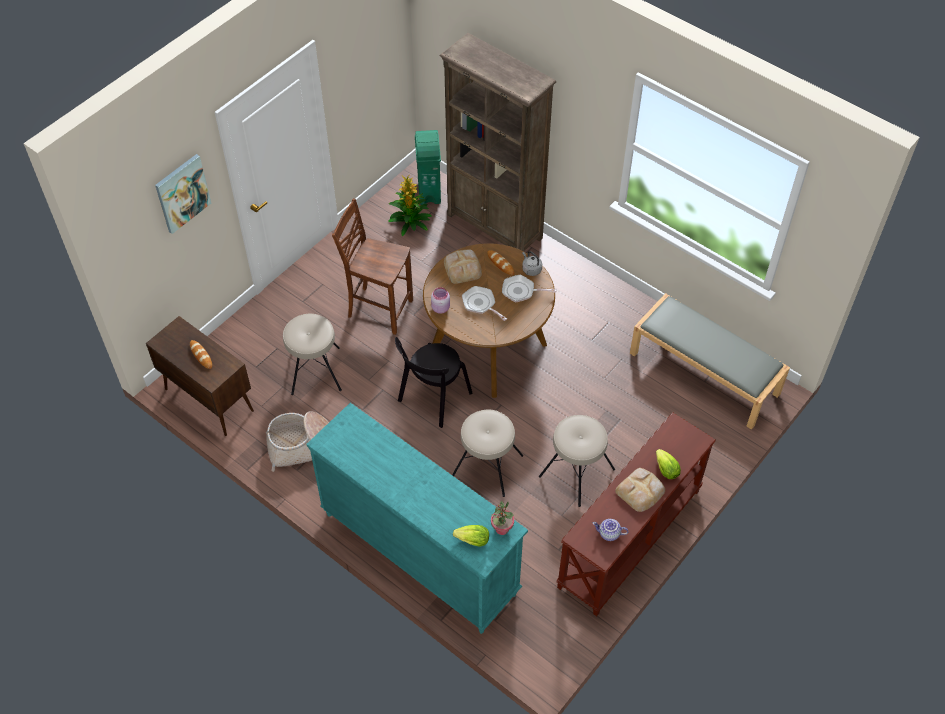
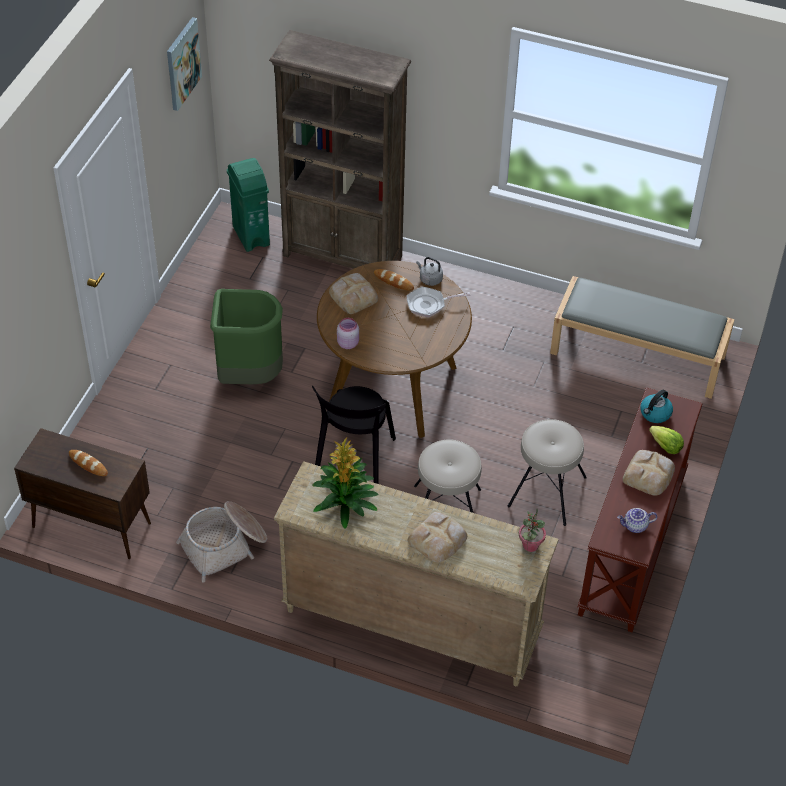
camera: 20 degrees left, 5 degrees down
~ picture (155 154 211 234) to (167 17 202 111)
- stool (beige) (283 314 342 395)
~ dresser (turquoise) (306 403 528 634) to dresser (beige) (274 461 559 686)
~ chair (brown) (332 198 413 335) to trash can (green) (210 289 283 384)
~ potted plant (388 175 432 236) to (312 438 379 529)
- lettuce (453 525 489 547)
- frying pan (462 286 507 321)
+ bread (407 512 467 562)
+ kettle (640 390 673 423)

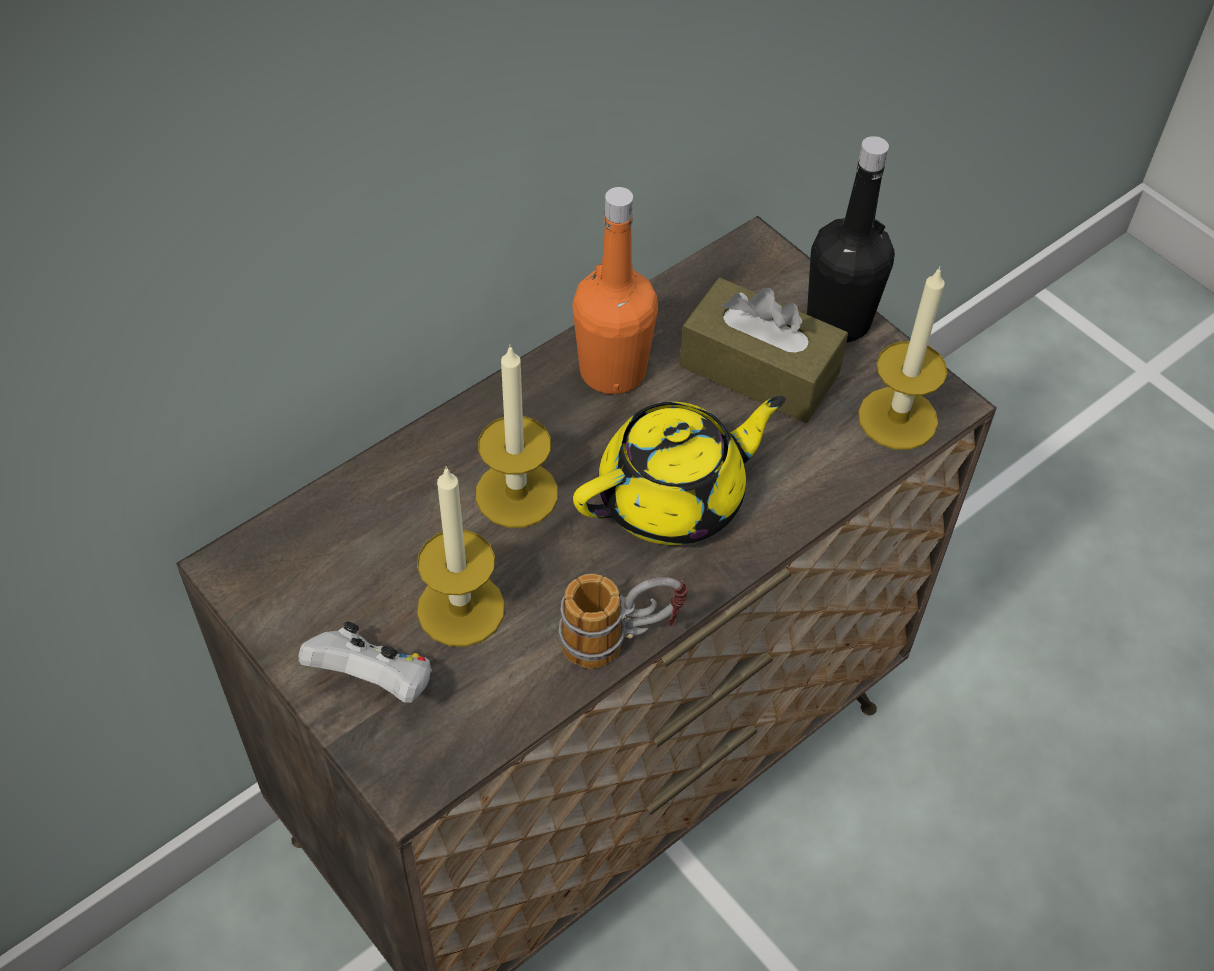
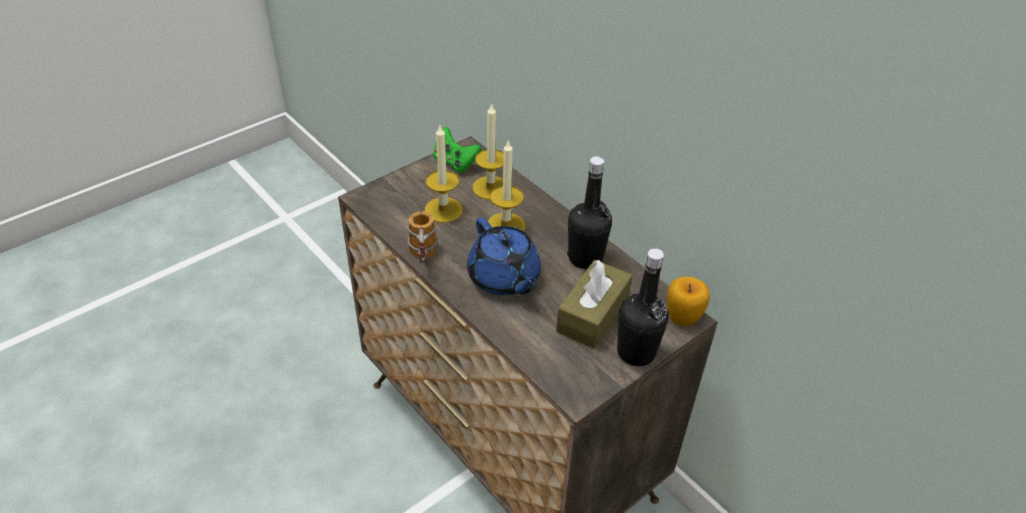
camera: 90 degrees right, 10 degrees down
- game controller (white) (298 622 432 703)
~ bottle (orange) (573 187 658 394) to bottle (black) (567 156 612 269)
~ teapot (yellow) (573 396 786 545) to teapot (blue) (467 218 541 295)
~ candle (858 266 947 450) to (473 103 504 200)
+ game controller (green) (433 127 481 173)
+ apple (667 276 710 326)

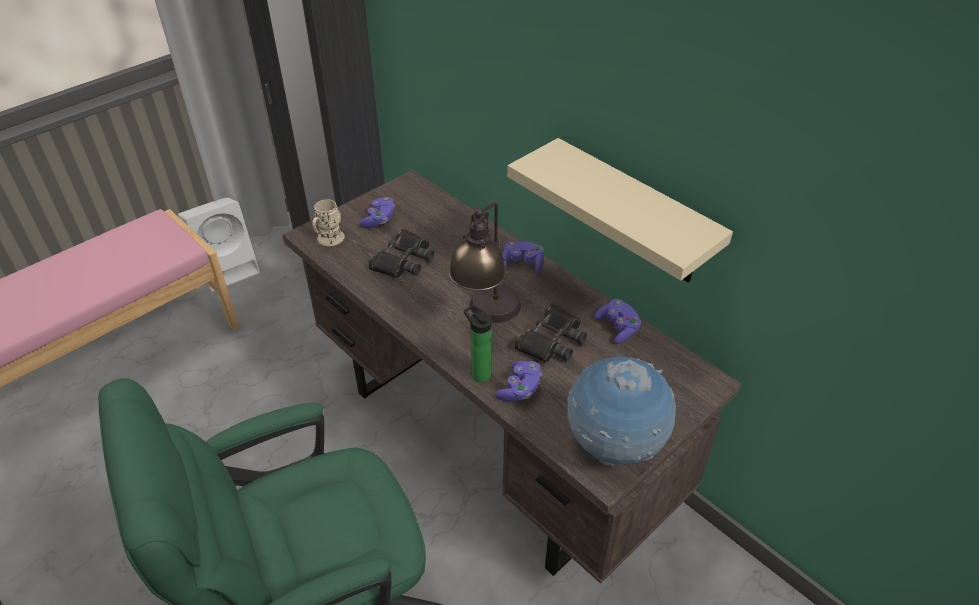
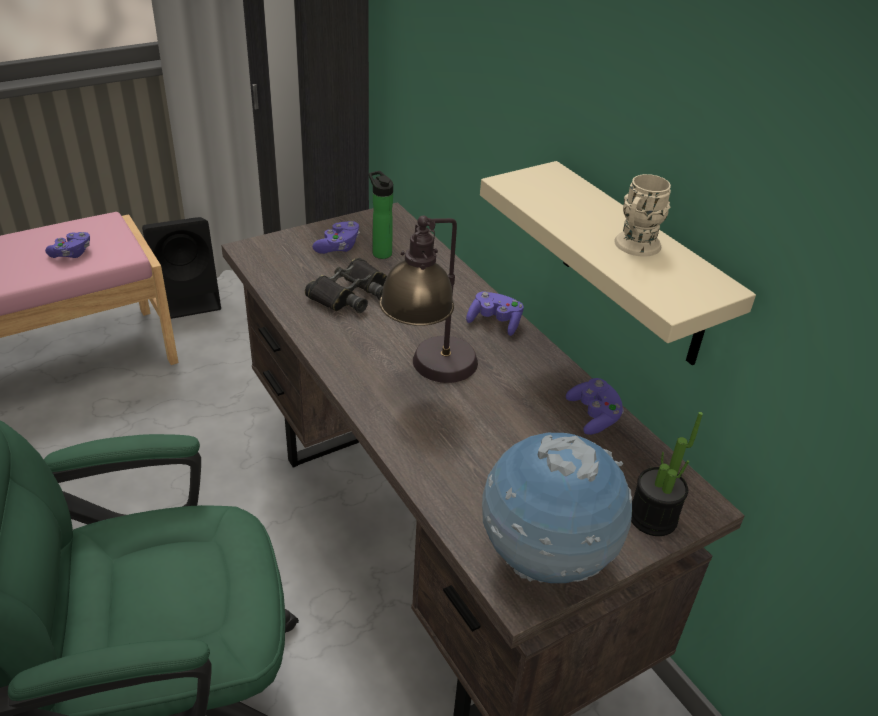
camera: 10 degrees right, 5 degrees down
~ speaker (white) (178 197 260 292) to speaker (black) (142 217 221 319)
~ mug (beige) (312 199 345 246) to (614 174 671 257)
~ bottle (464 304 491 382) to (369 171 393 259)
~ game controller (purple) (495 361 542 401) to (45 232 90 258)
- binoculars (black) (514 303 587 362)
+ potted plant (631 412 703 536)

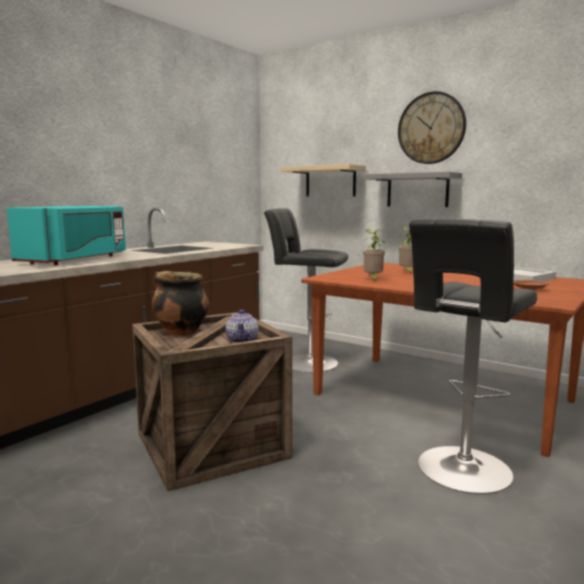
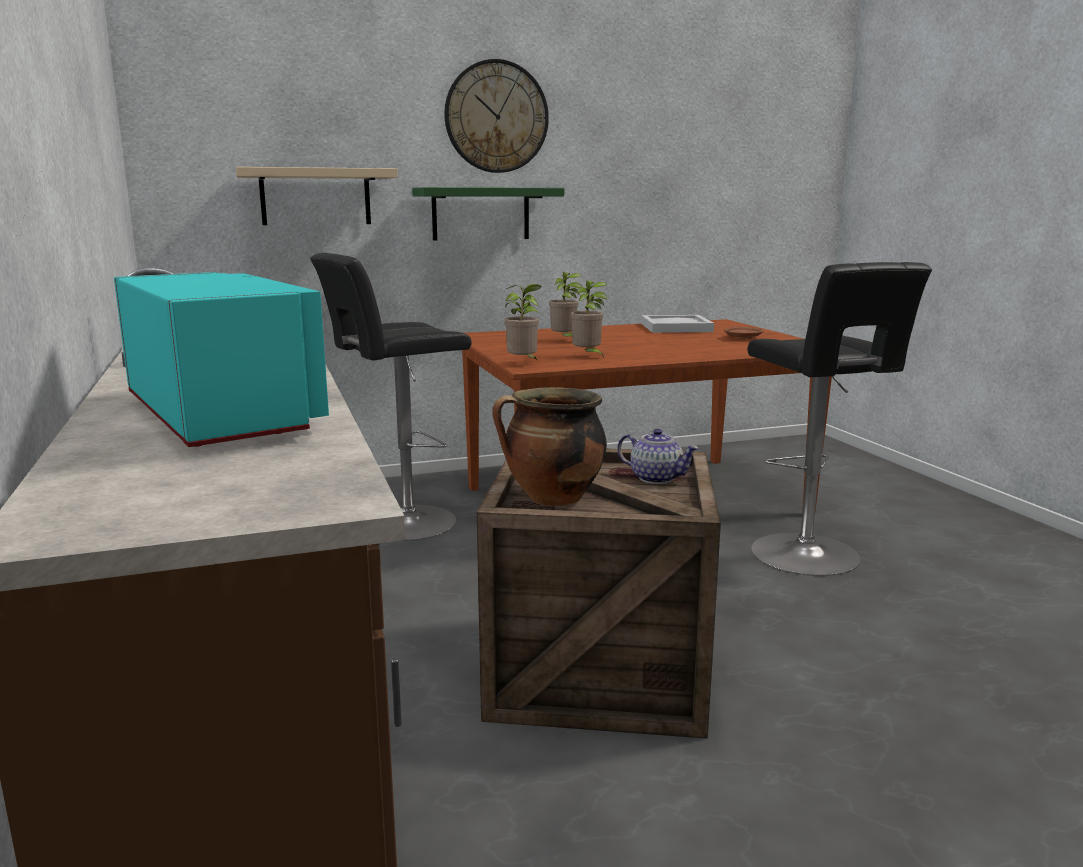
camera: 55 degrees left, 5 degrees up
~ shelf (grey) (362 172 462 207) to shelf (green) (412 187 564 241)
+ potted plant (505 284 542 361)

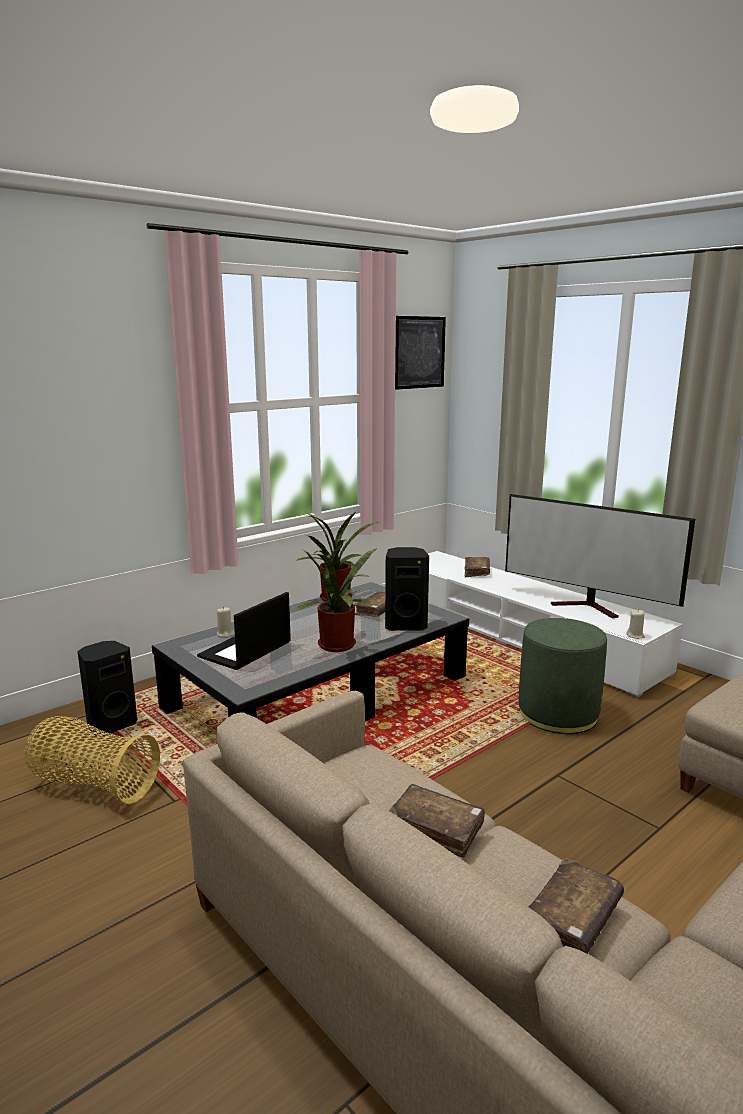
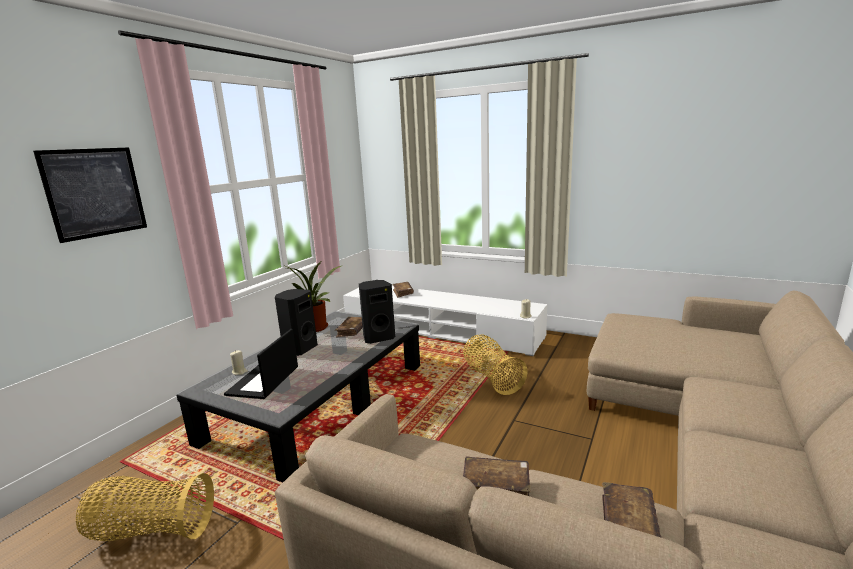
camera: 20 degrees left, 0 degrees up
~ speaker (black) (77 641 137 737) to (275 289 318 356)
- potted plant (295 542 377 652)
~ picture (395 316 446 390) to (33 148 147 243)
- television (505 494 695 619)
~ ottoman (green) (518 618 607 734) to basket (464 335 528 395)

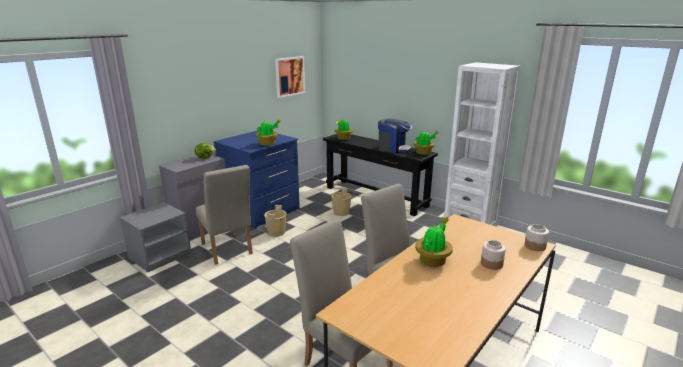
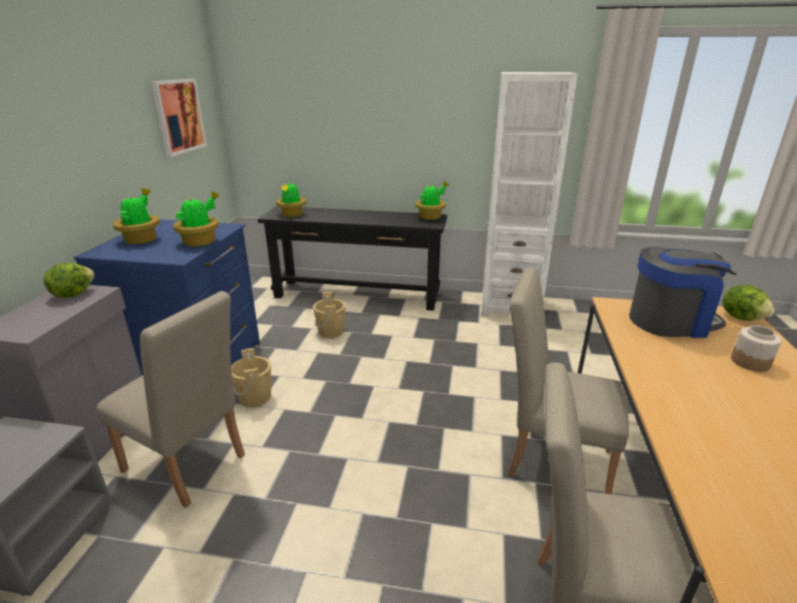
camera: 30 degrees left, 5 degrees up
~ coffee machine (378 119 412 153) to (629 247 737 338)
~ potted plant (415 217 453 267) to (113 188 160 244)
~ jar (525 224 549 251) to lettuce (722 285 775 321)

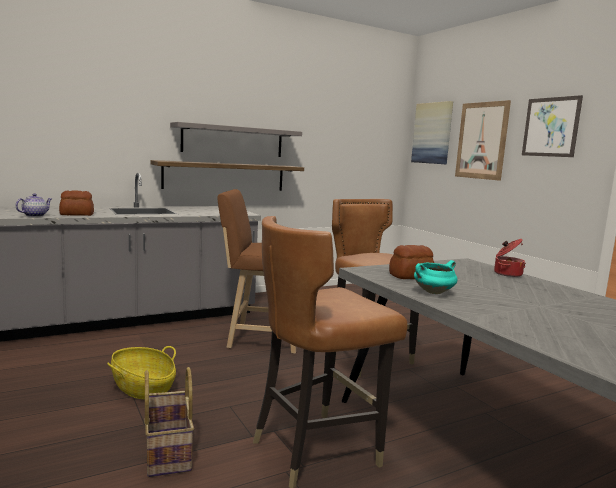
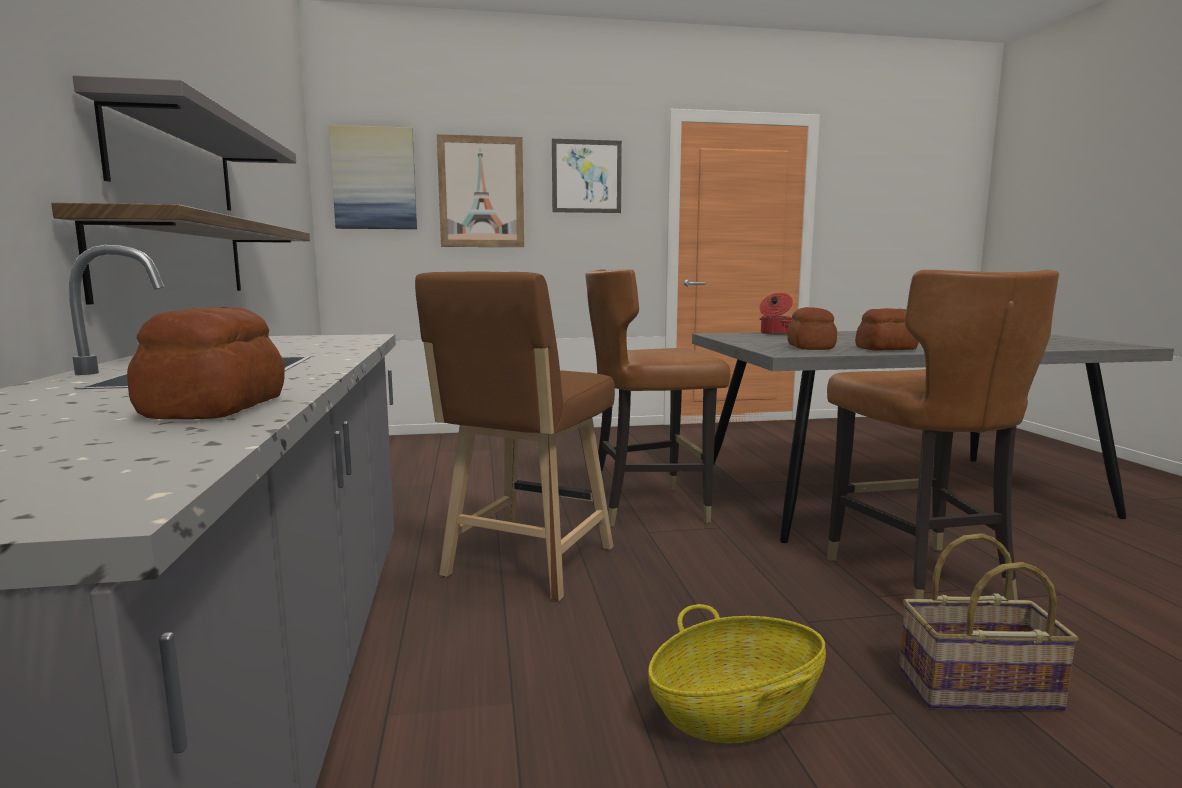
camera: 70 degrees left, 0 degrees up
- teapot (15 193 52 217)
~ cooking pot (turquoise) (414 260 458 294) to bread (855 308 919 350)

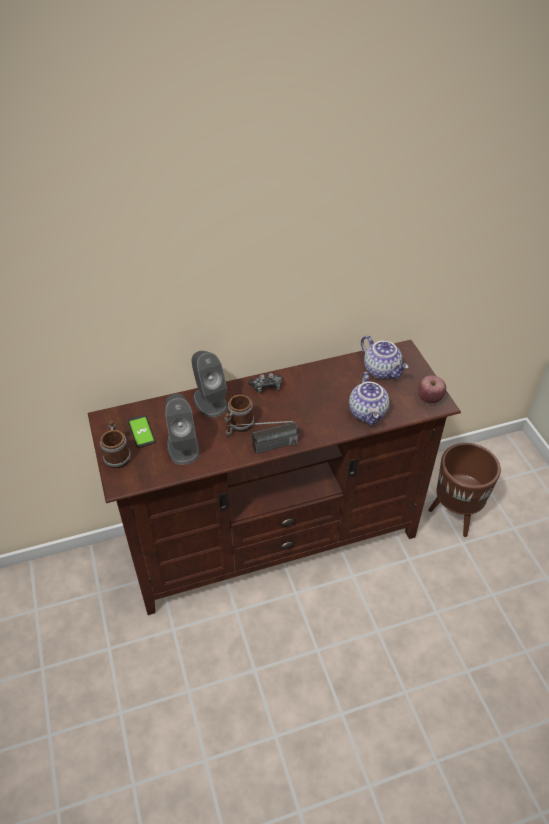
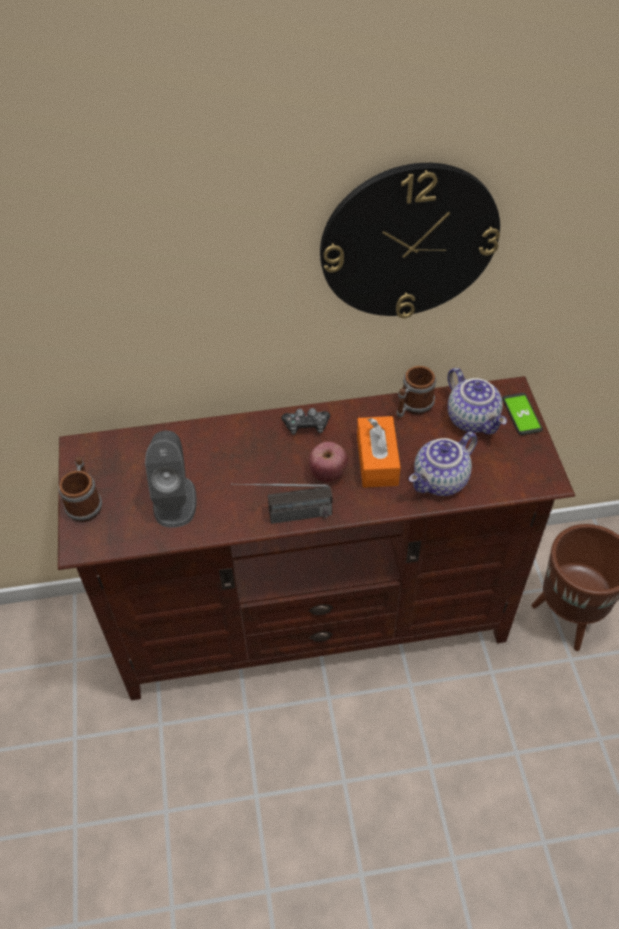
camera: 10 degrees right, 5 degrees up
~ phone (128 415 156 448) to (502 393 543 435)
- speaker (grey) (192 351 228 417)
~ mug (225 395 254 438) to (396 366 436 420)
~ teapot (349 372 389 425) = (409 432 477 496) 45 degrees clockwise
~ apple (418 375 446 403) to (309 441 348 482)
+ wall clock (320 163 500 318)
+ tissue box (orange) (357 416 401 488)

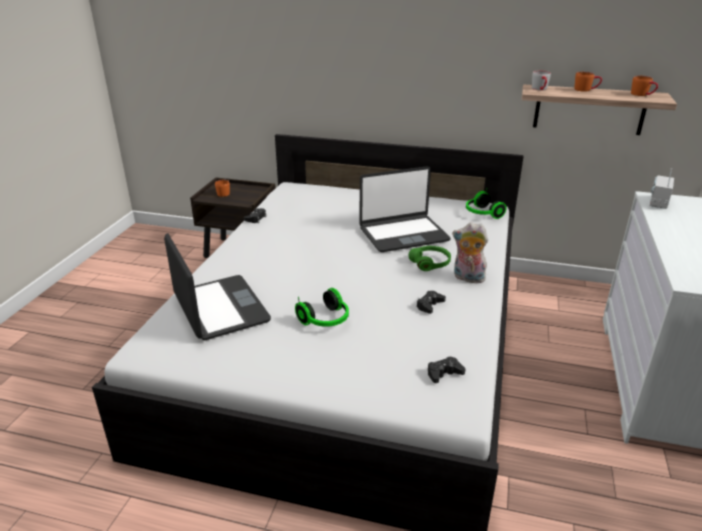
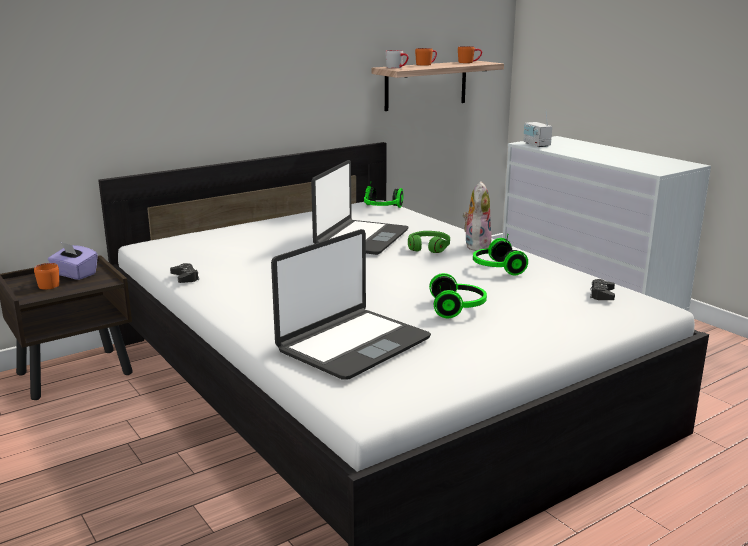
camera: 50 degrees left, 10 degrees down
~ laptop (164 233 271 340) = (271 229 431 380) 120 degrees clockwise
~ game controller (black) (416 291 446 314) to headphones (473 234 528 275)
~ plush toy (453 222 489 283) = (463 181 492 251) 135 degrees clockwise
+ tissue box (purple) (48 242 98 280)

